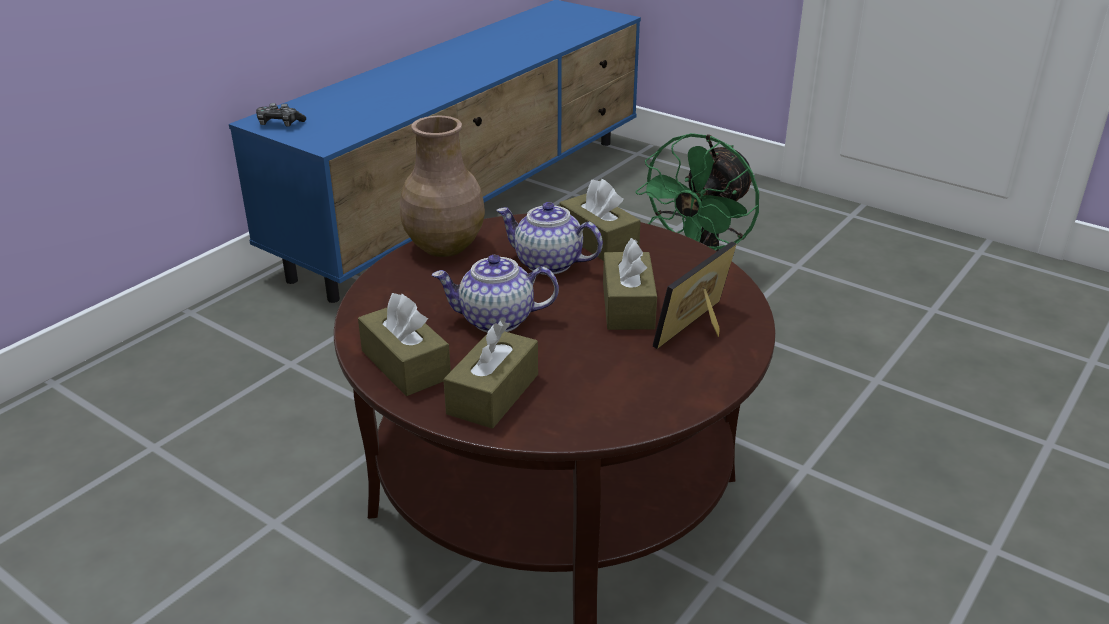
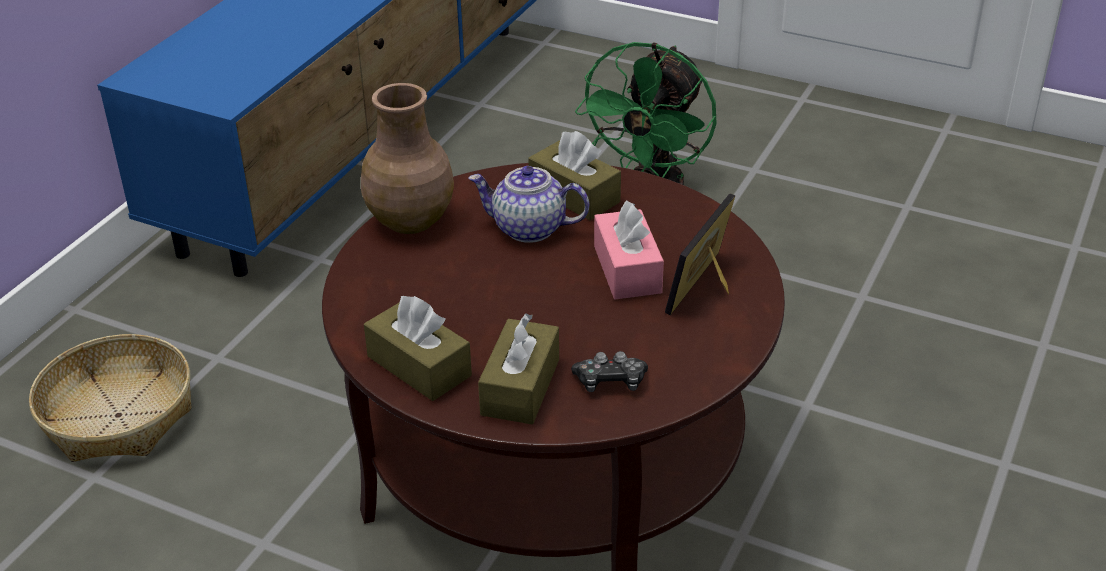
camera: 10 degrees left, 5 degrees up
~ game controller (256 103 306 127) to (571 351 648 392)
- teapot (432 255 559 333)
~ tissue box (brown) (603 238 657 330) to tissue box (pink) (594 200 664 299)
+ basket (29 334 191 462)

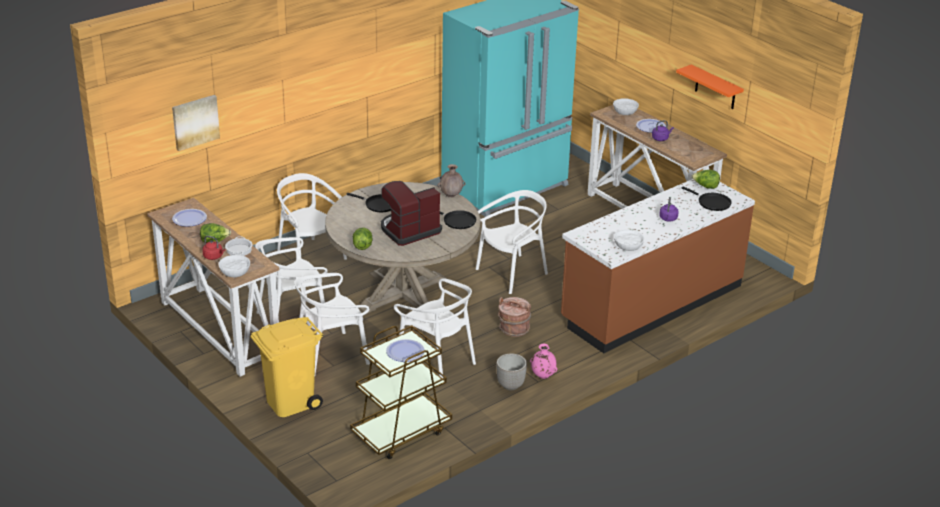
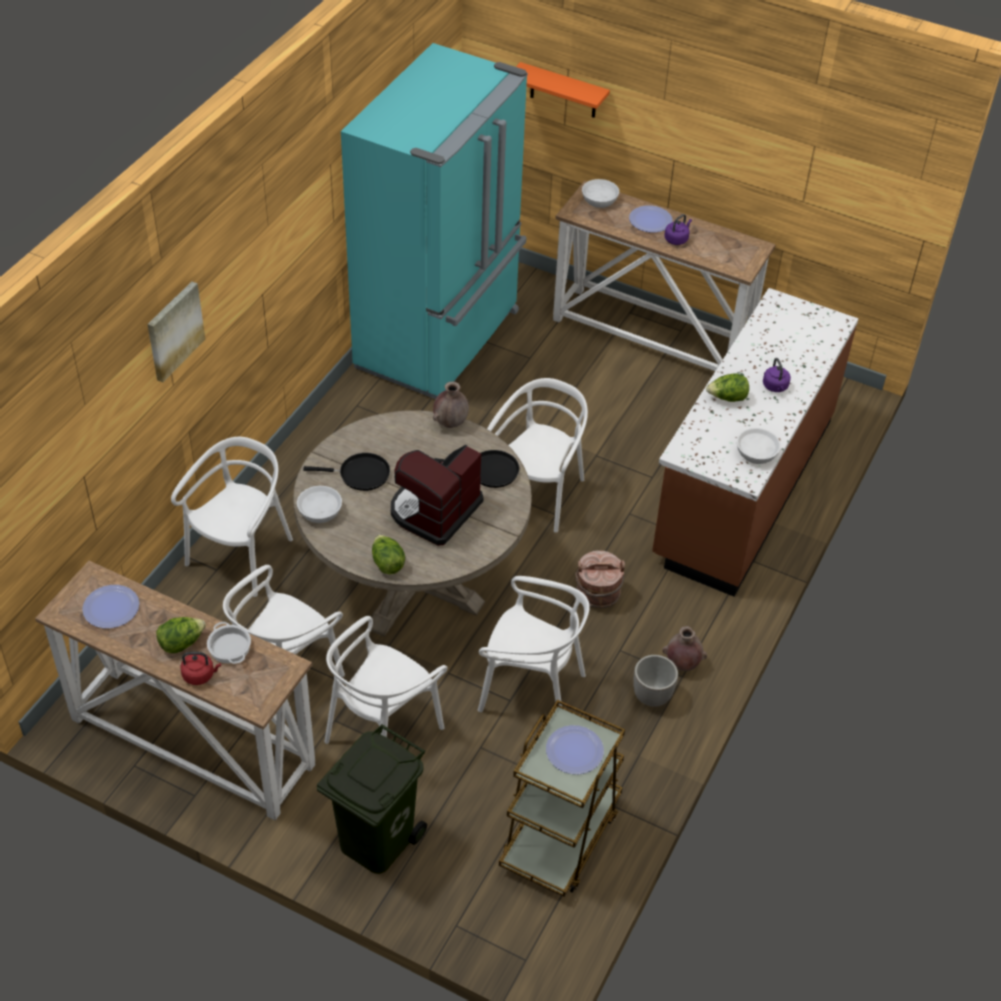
camera: 25 degrees left, 15 degrees up
~ picture (172 95 220 151) to (147 281 205 383)
~ bowl (white) (218 255 250 277) to (297 486 342 523)
~ trash can (yellow) (250 317 323 417) to trash can (green) (317 724 427 874)
~ chair (white) (277 173 347 260) = (171 437 293 597) 90 degrees clockwise
~ vase (pink) (530 343 557 379) to vase (brown) (662 626 707 671)
~ shelf (orange) (676 65 744 109) to (516 62 610 118)
- frying pan (black) (681 187 732 211)
~ lettuce (691 170 720 189) to (706 374 749 402)

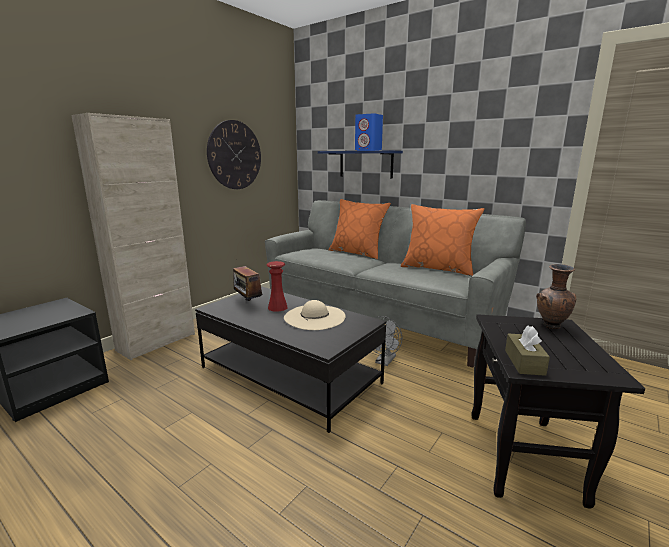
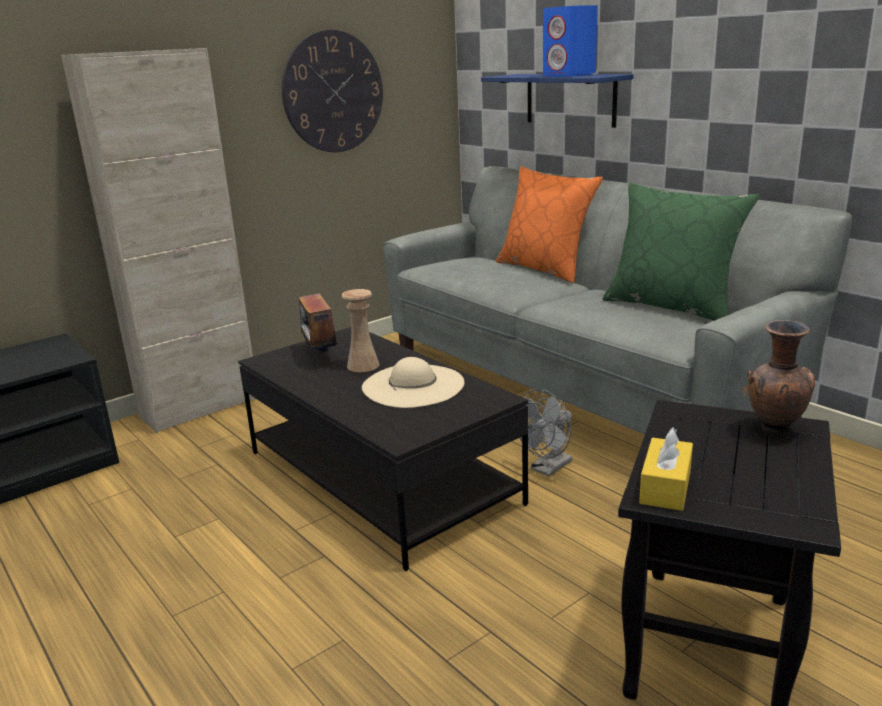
camera: 15 degrees right, 5 degrees up
~ vase (red) (267 261 288 312) to vase (beige) (341 289 379 372)
~ pillow (orange) (401 204 484 276) to pillow (green) (603 183 759 321)
~ tissue box (brown) (505 326 550 376) to tissue box (yellow) (639 427 693 511)

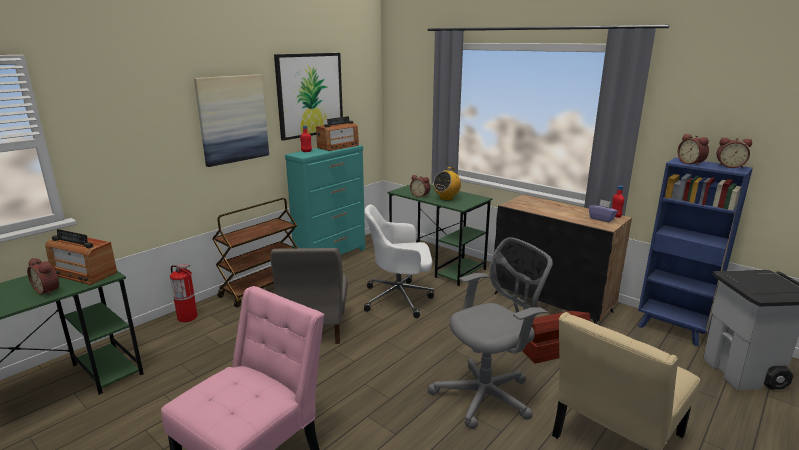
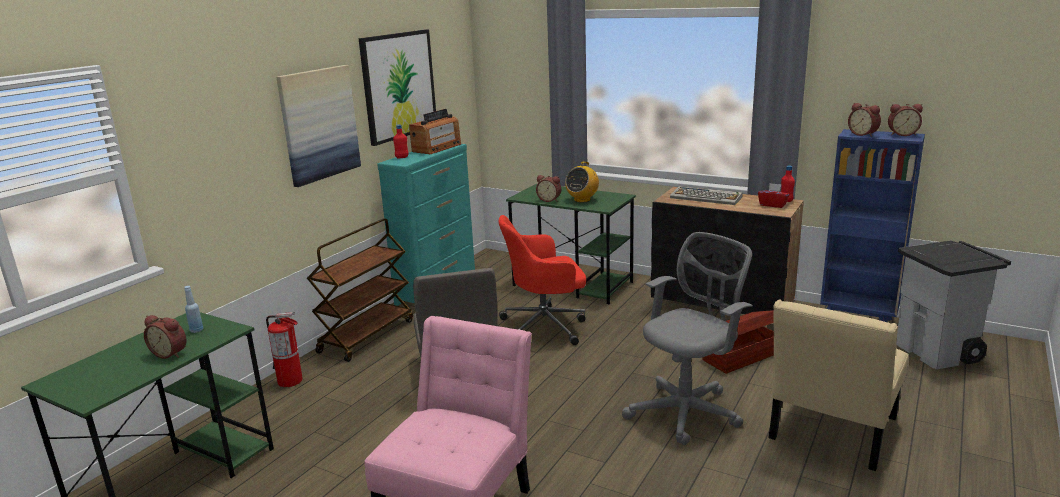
camera: 10 degrees left, 0 degrees up
~ radio (45 229 117 285) to bottle (blue) (184 286 203 333)
~ office chair (white) (364 204 434 318) to office chair (red) (499 215 586 345)
~ tissue box (purple) (589 200 618 222) to tissue box (red) (758 183 790 208)
+ keyboard (670 186 743 205)

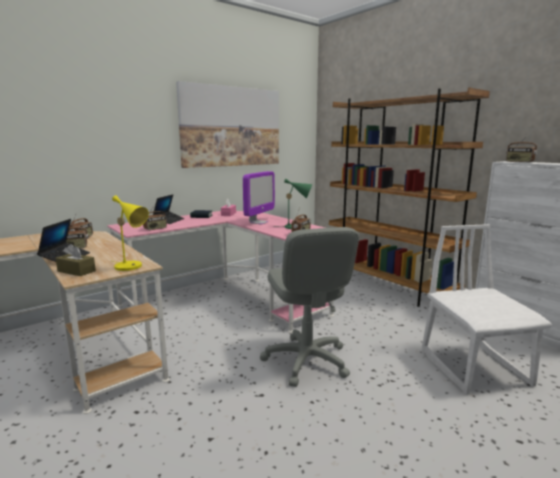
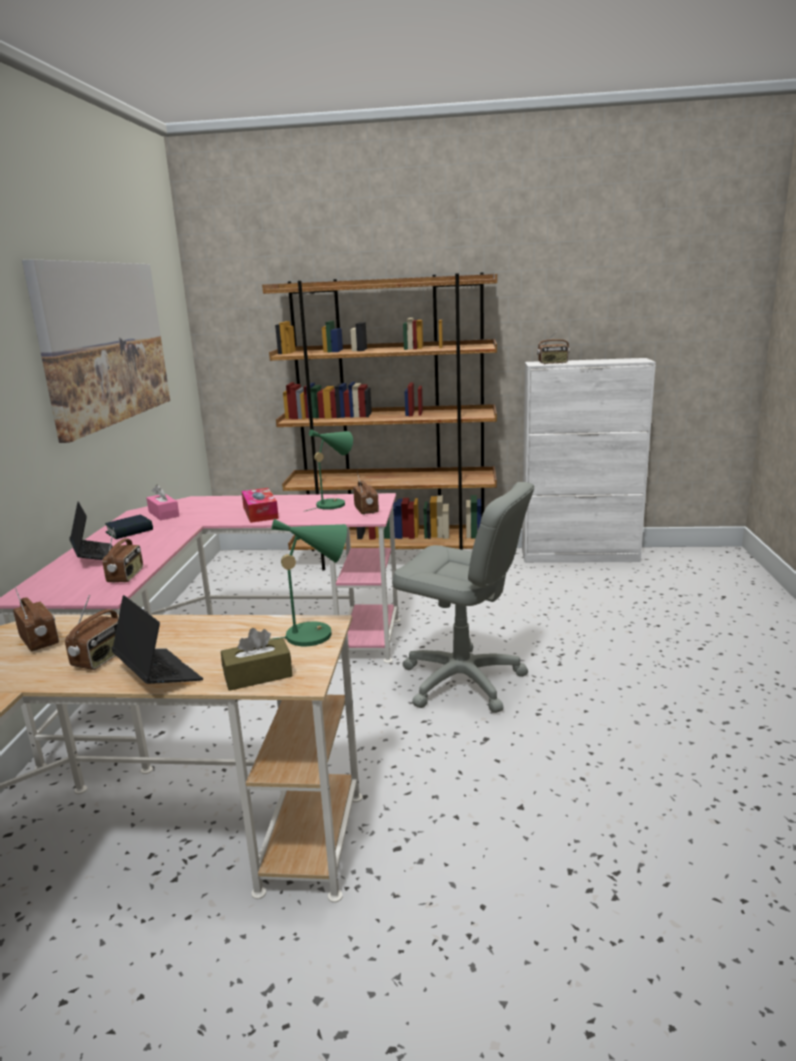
camera: 45 degrees left, 5 degrees up
~ table lamp (yellow) (112 196 149 271) to table lamp (green) (269 519 347 646)
~ monitor (243 171 275 225) to tissue box (242 488 279 523)
- chair (white) (422 224 552 395)

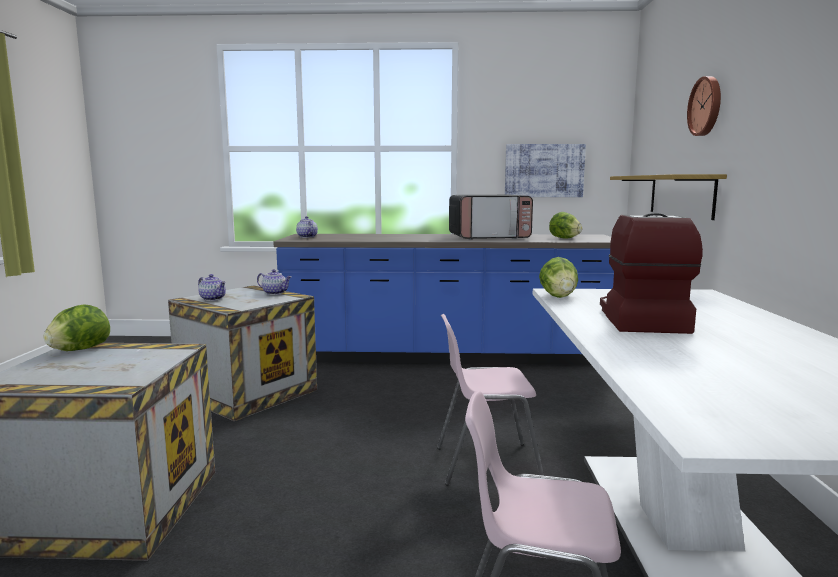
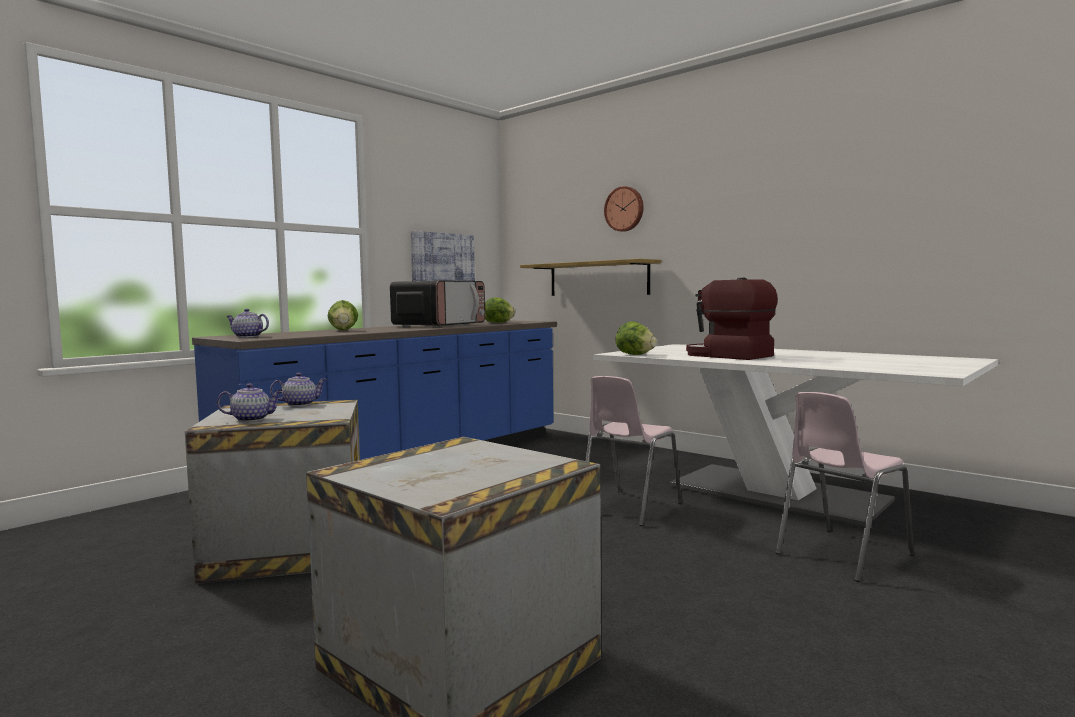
camera: 50 degrees left, 5 degrees down
~ lettuce (44 304 110 351) to (328 300 358 330)

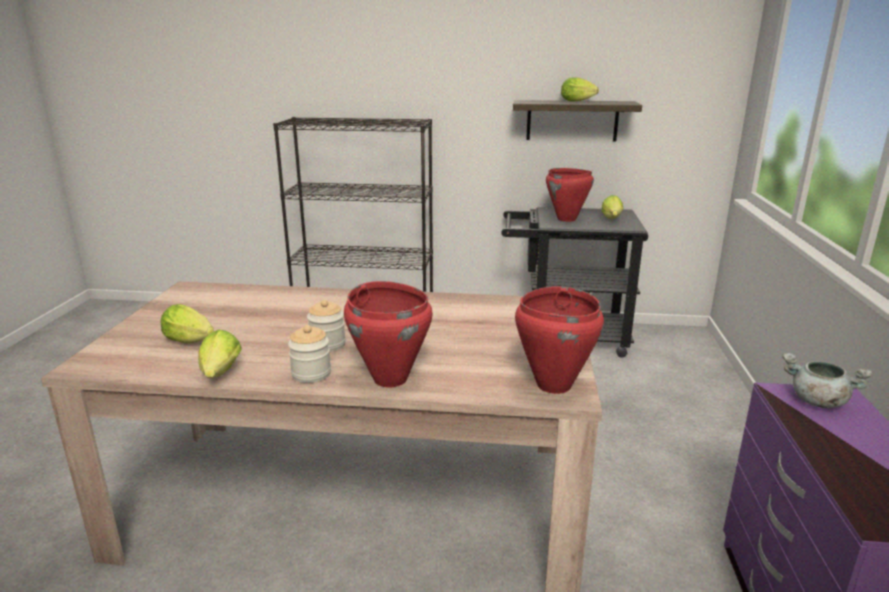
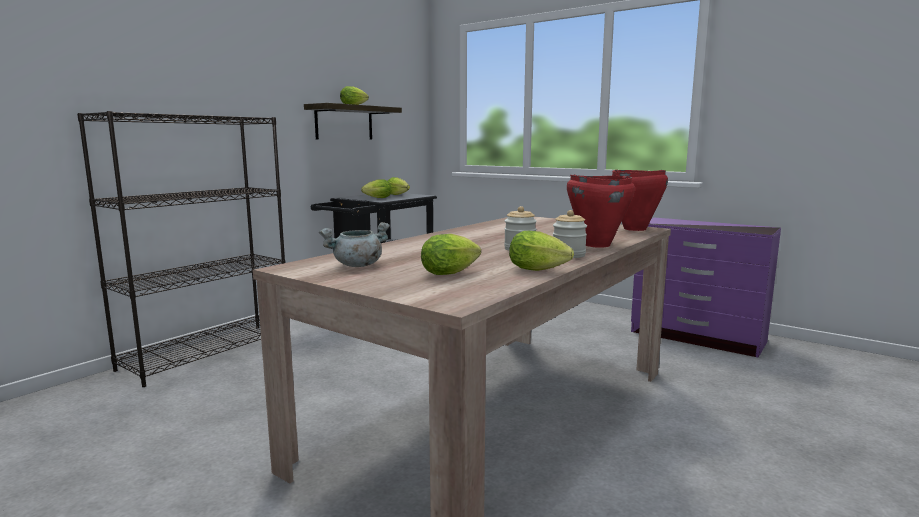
camera: 60 degrees left, 10 degrees down
~ cooking pot (red) (546 168 594 222) to lettuce (361 179 392 198)
~ cooking pot (grey) (782 353 873 408) to (319 222 390 267)

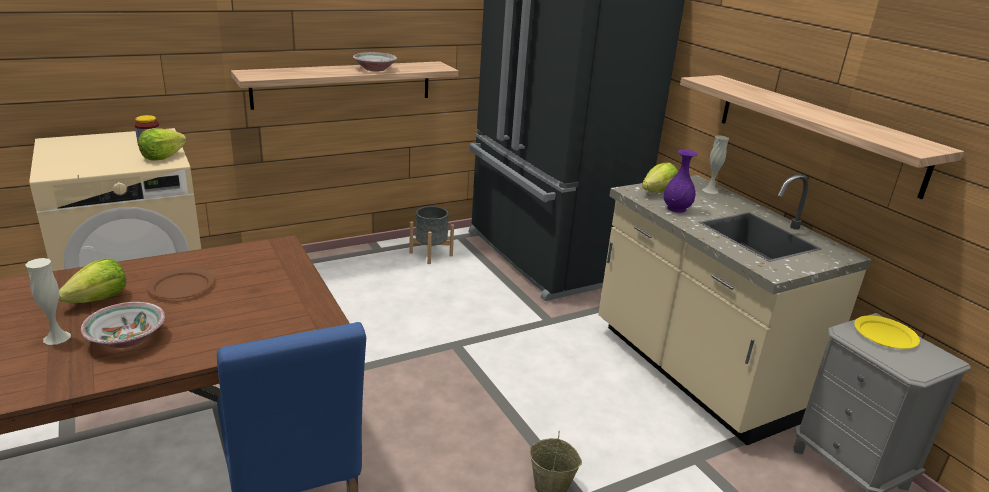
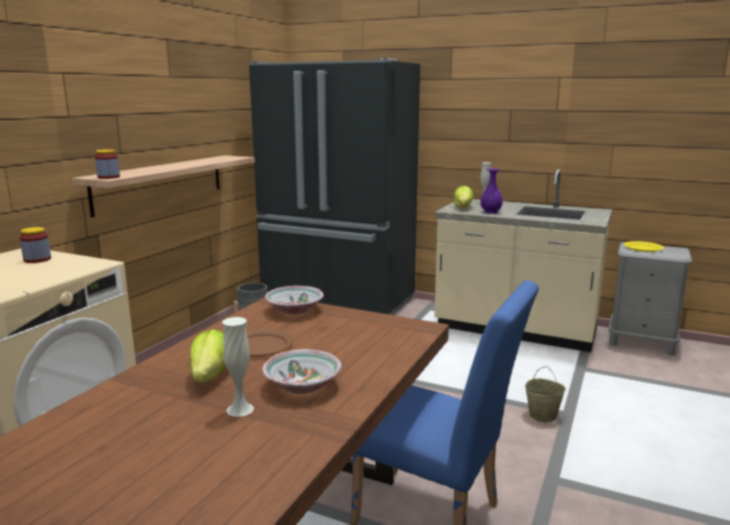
camera: 35 degrees left, 10 degrees down
- lettuce (138 128 187 161)
~ bowl (353 52 397 71) to (265 286 324 315)
- shelf (680 75 964 199)
+ jar (95 149 120 179)

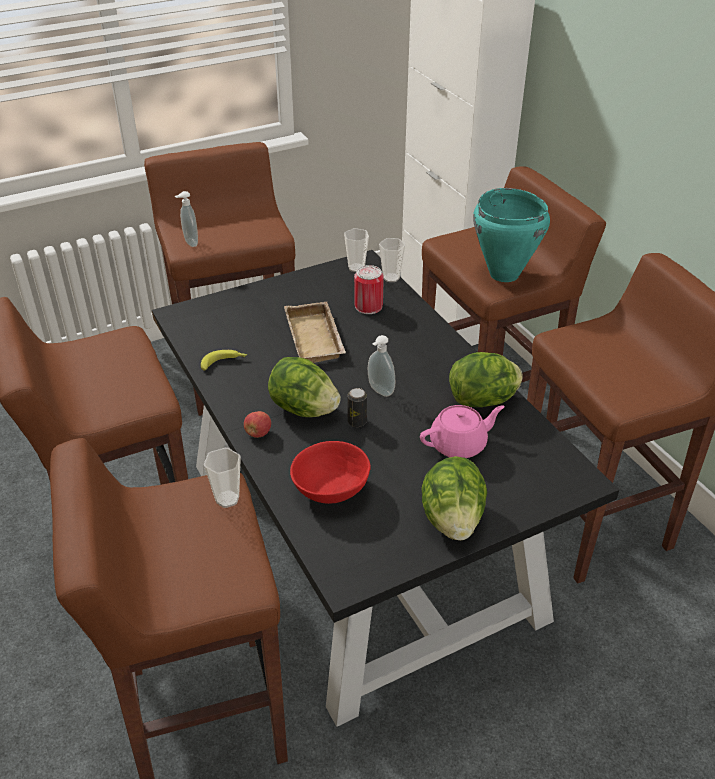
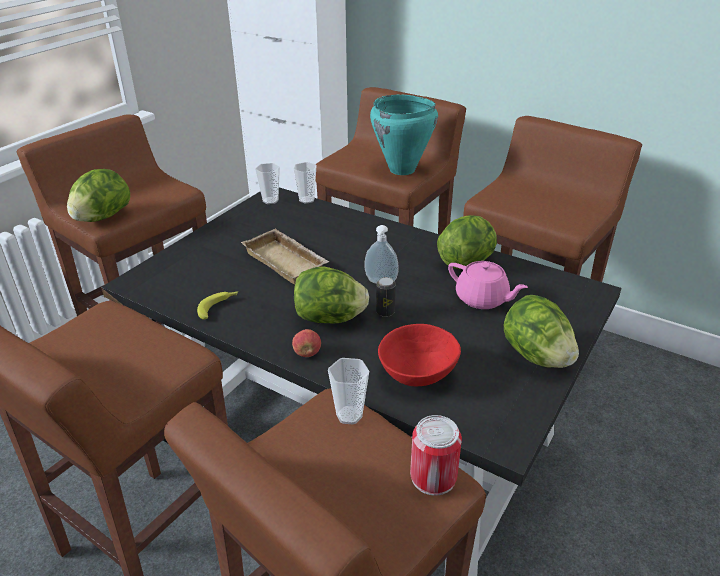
camera: 30 degrees left, 5 degrees down
~ soap dispenser (175 191 198 247) to lettuce (67 169 130 222)
~ can (354 265 384 314) to (410 415 462 496)
~ teapot (pink) (420 405 504 458) = (448 261 528 309) 90 degrees clockwise

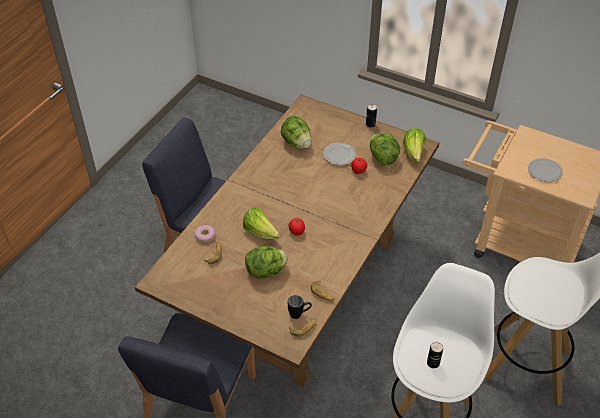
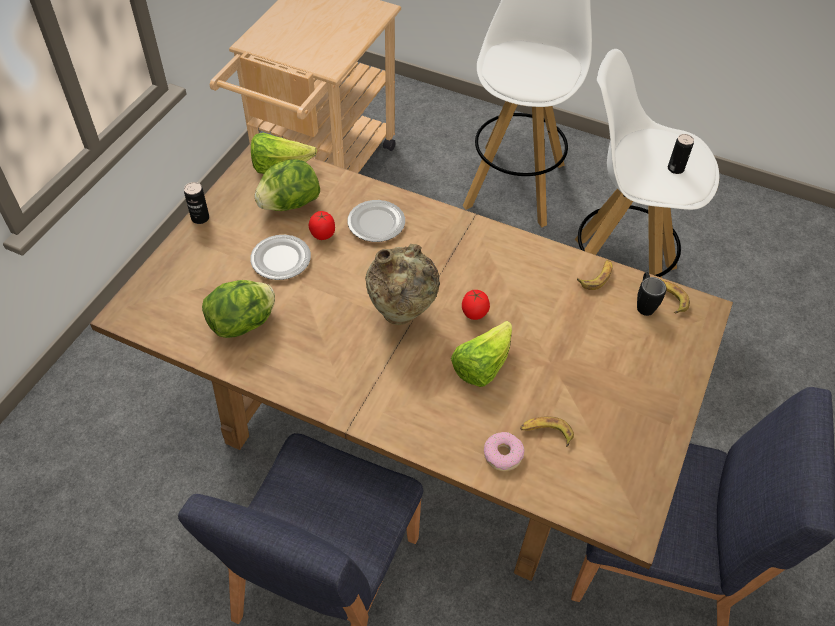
camera: 95 degrees left, 5 degrees up
- lettuce (245 246 288 278)
~ plate (528 158 563 182) to (347 200 405 242)
+ vase (beige) (365 244 440 325)

